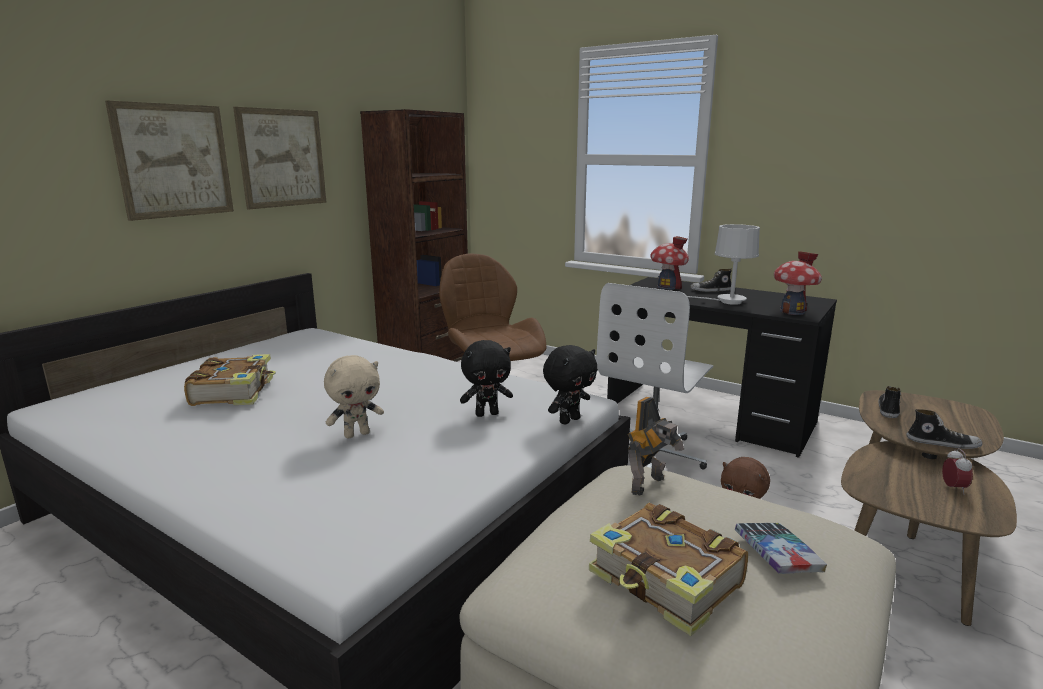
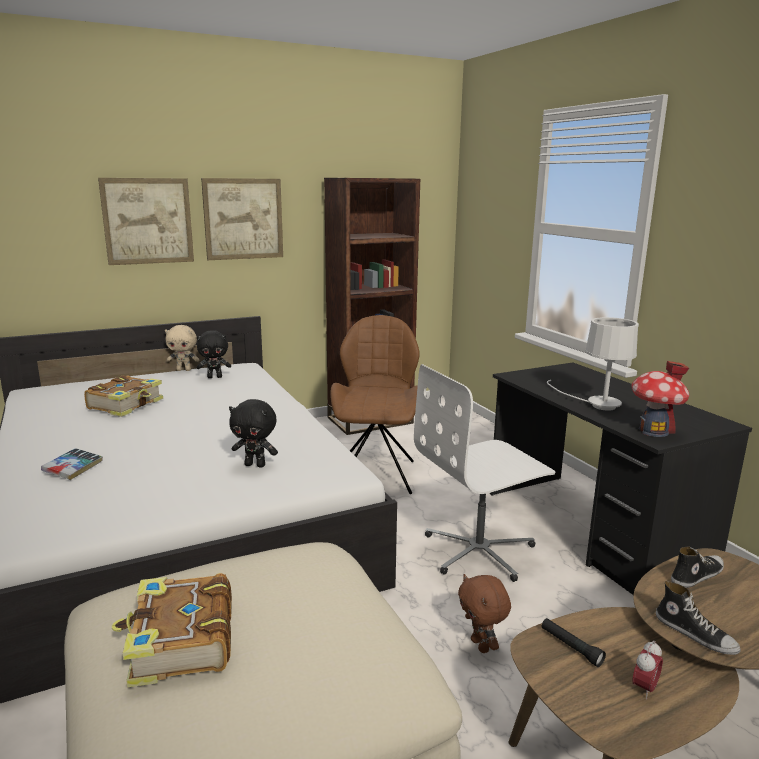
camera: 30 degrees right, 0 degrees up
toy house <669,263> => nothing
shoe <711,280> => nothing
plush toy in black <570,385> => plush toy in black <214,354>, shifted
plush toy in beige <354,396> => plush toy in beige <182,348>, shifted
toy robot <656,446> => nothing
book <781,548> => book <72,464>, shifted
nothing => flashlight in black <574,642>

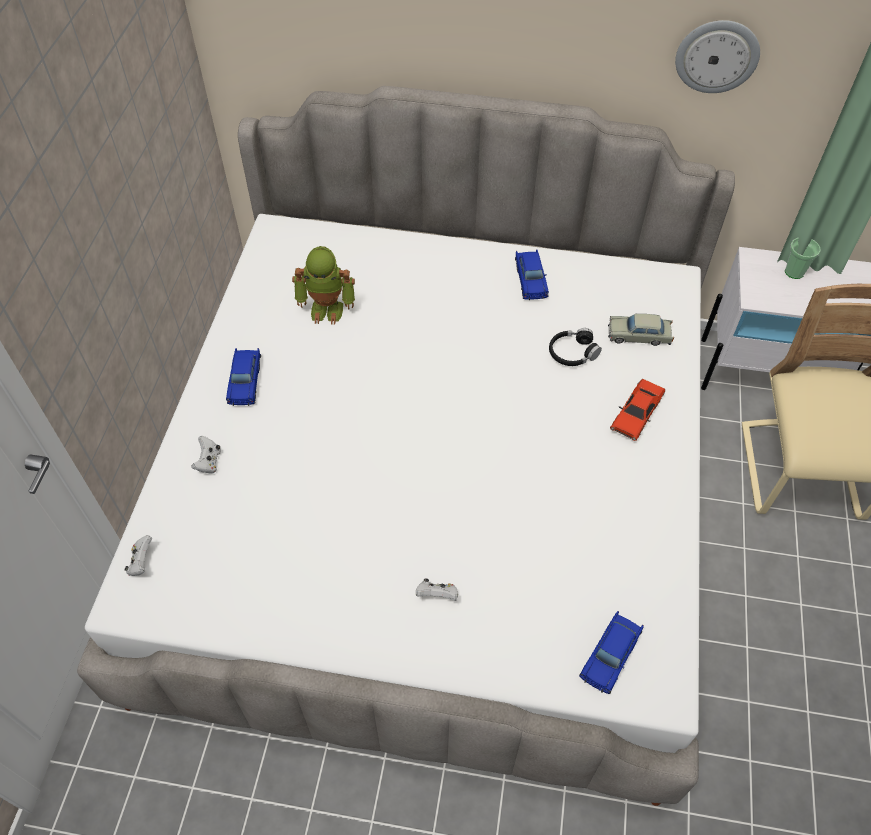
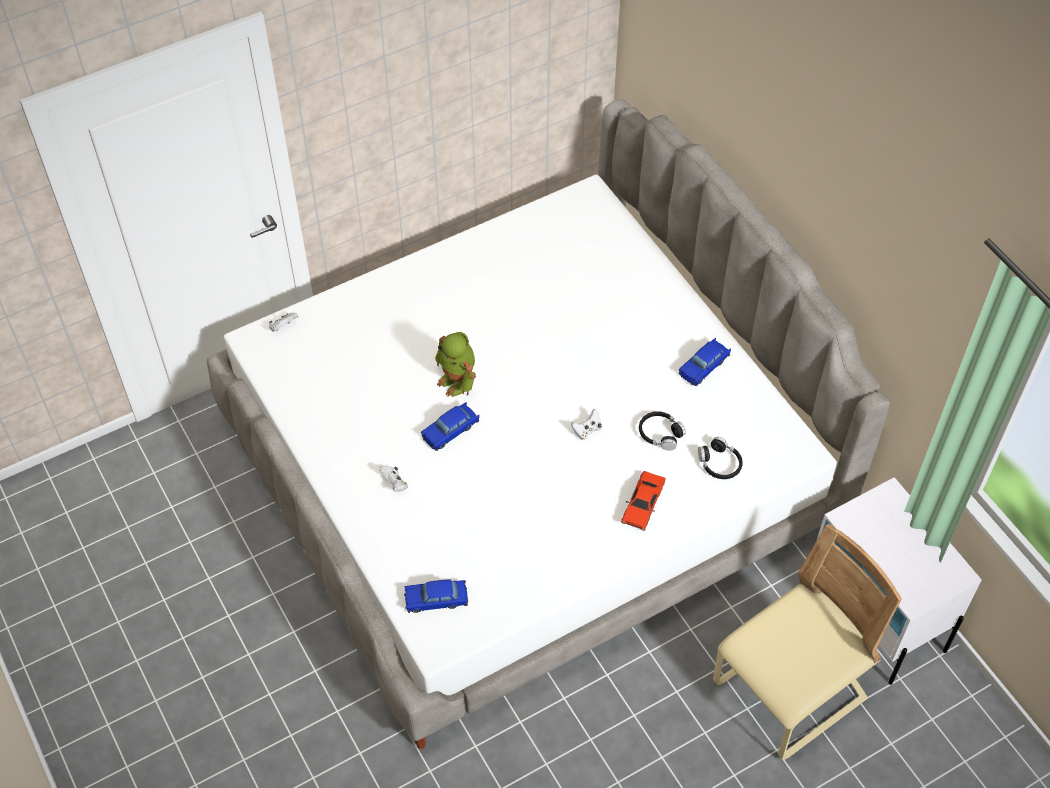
camera: 50 degrees right, 0 degrees up
wall clock <717,56> => nothing
cup <803,258> => nothing
toy robot <323,285> => toy robot <455,364>, shifted
toy car in beige <641,330> => headphones in black <720,458>
toy car in blue <243,377> => toy car in blue <450,426>, shifted
toy car in red <638,410> => toy car in red <643,501>, 60 degrees counterclockwise
game controller in white <206,454> => game controller in white <586,424>, shifted

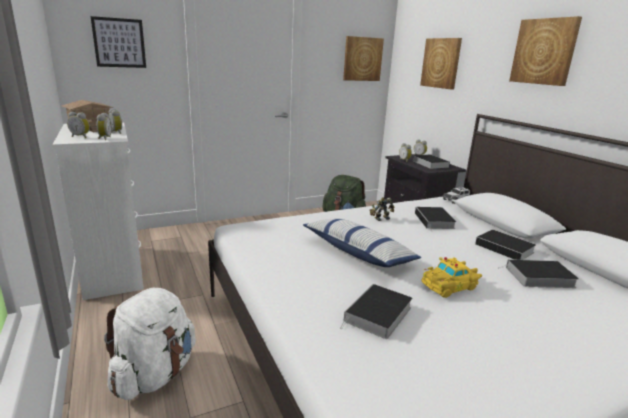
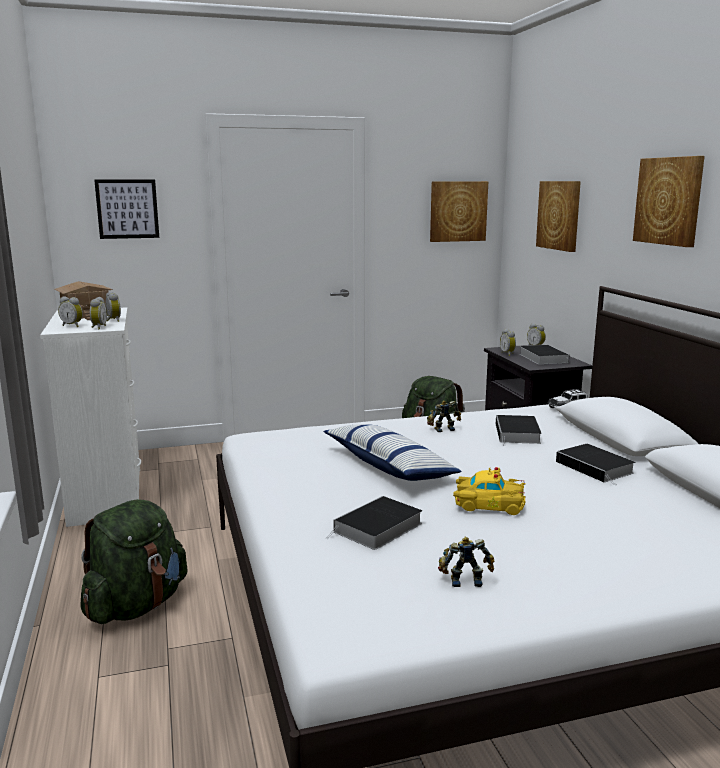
camera: 10 degrees right, 5 degrees down
toy car in yellow <451,277> => toy car in yellow <489,491>, 150 degrees counterclockwise
book <538,273> => nothing
backpack in white <150,344> => backpack in green <133,561>
nothing => toy robot <466,561>

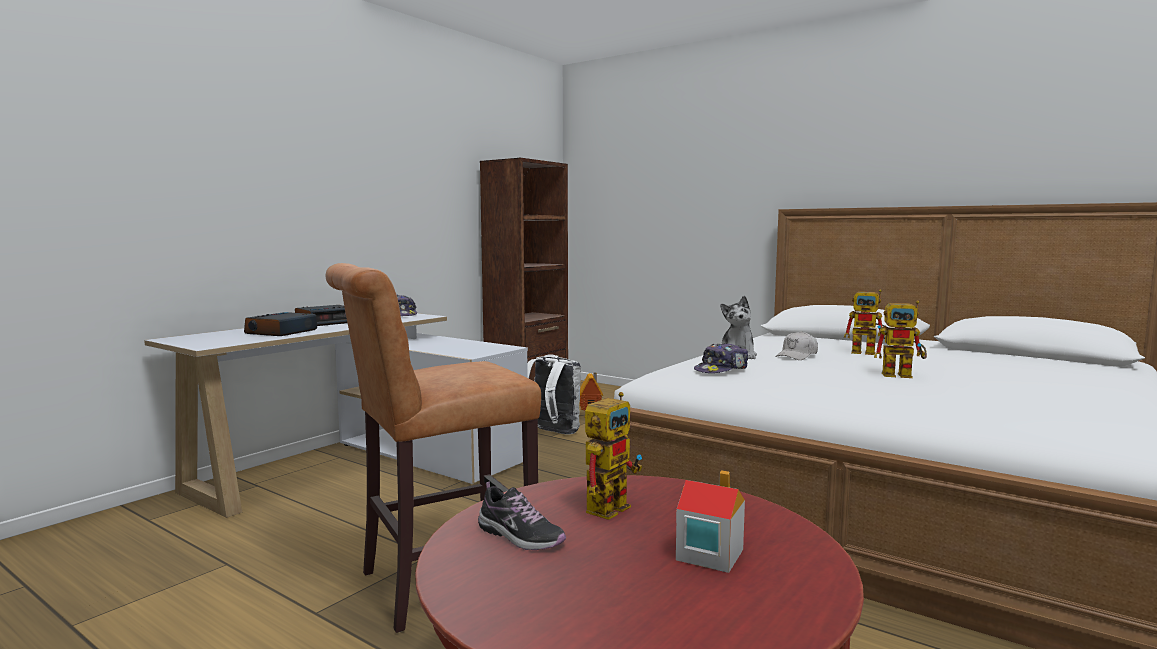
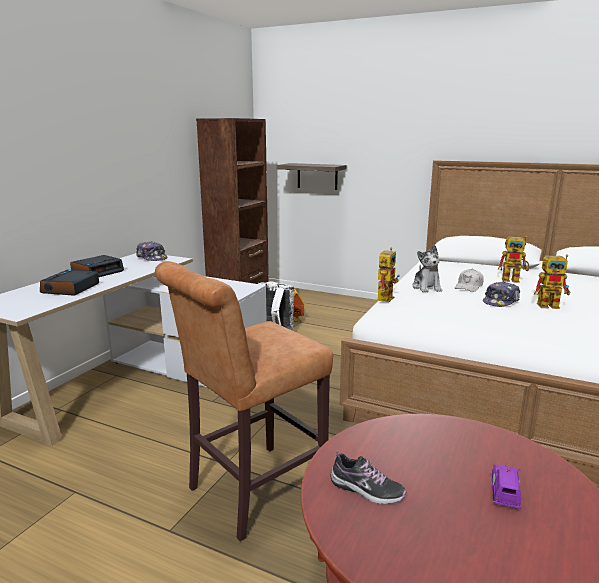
camera: 10 degrees left, 10 degrees up
cap <721,358> => cap <501,294>, shifted
toy robot <613,456> => toy robot <389,275>, shifted
toy house <710,521> => toy car in purple <506,486>
nothing => shelf <311,176>

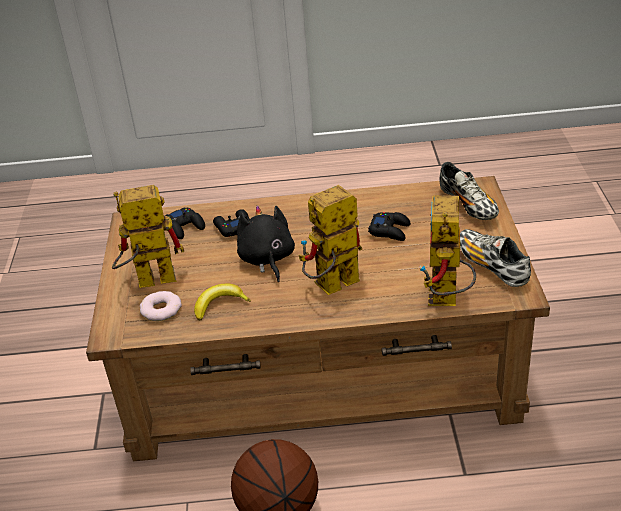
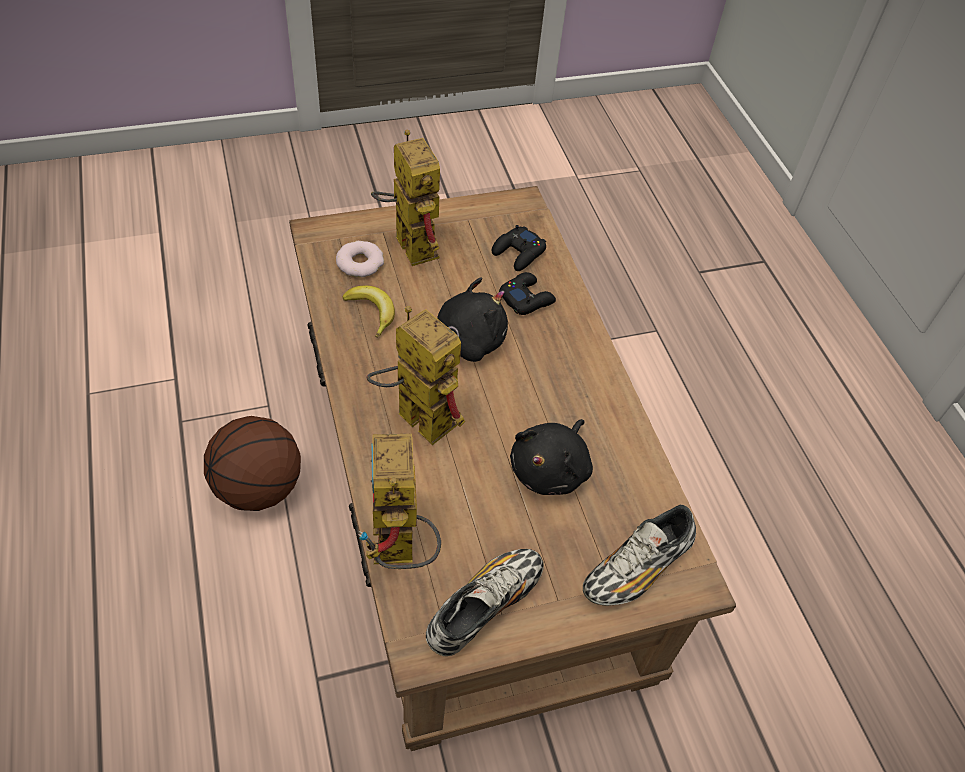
camera: 70 degrees right, 15 degrees up
toy robot <447,251> => toy robot <399,501>, 90 degrees counterclockwise
game controller in black <389,226> => plush toy in black <551,457>

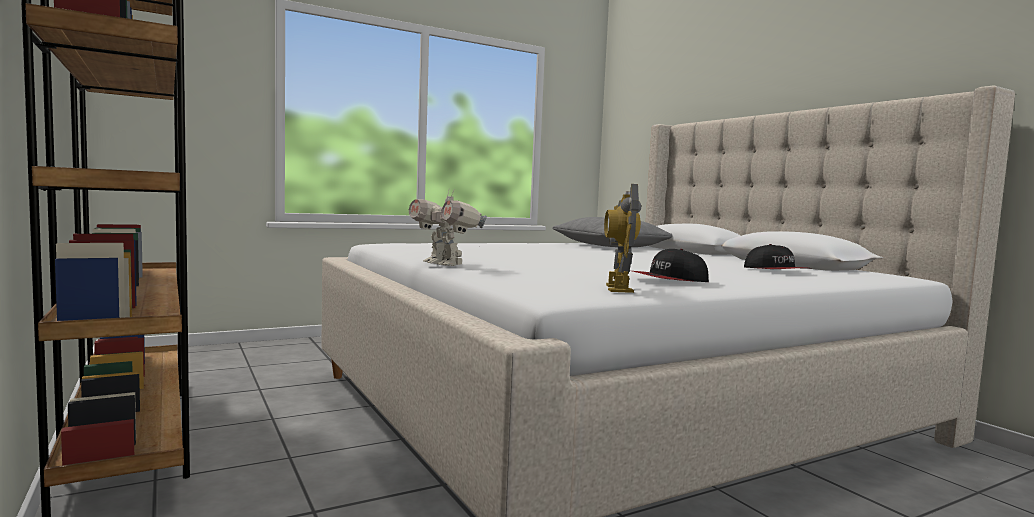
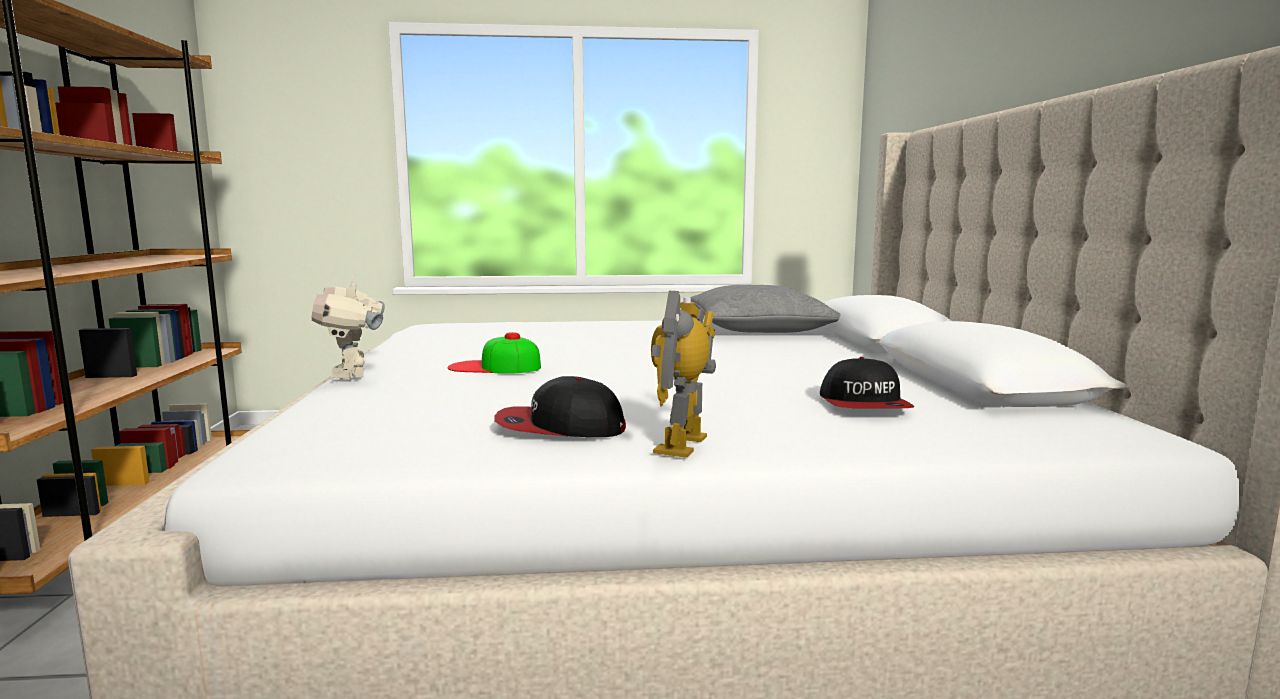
camera: 25 degrees right, 5 degrees up
toy robot <622,238> => toy robot <683,374>, shifted
nothing => cap <494,353>

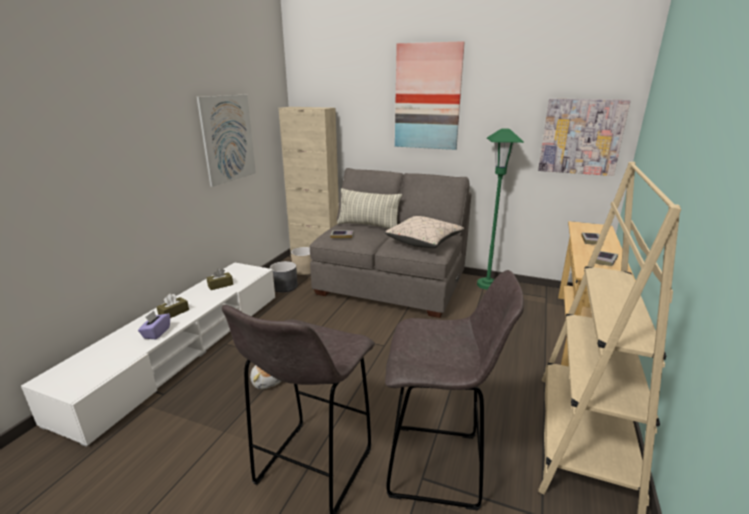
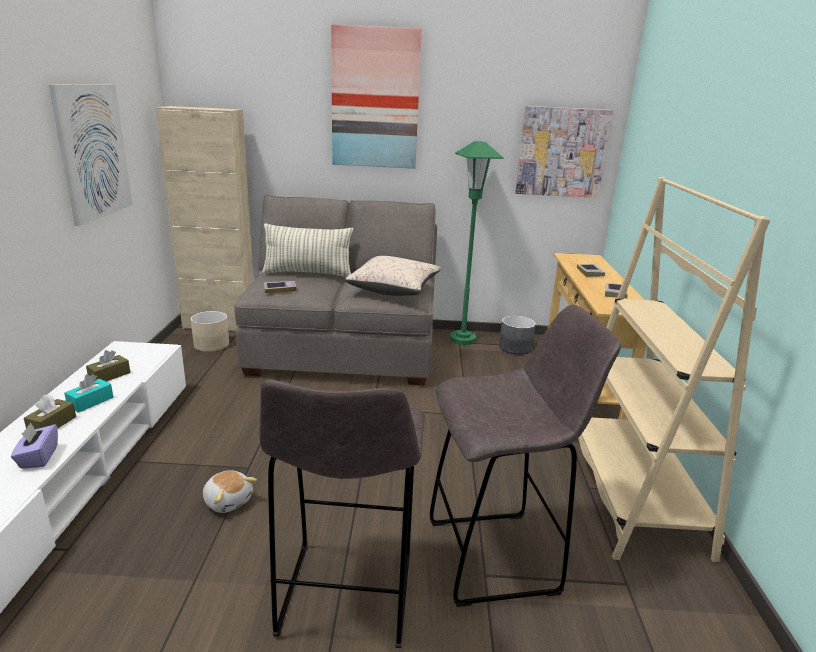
camera: 20 degrees left, 0 degrees up
planter in grey <284,276> => planter in grey <517,335>, shifted
nothing => tissue box in turquoise <88,393>

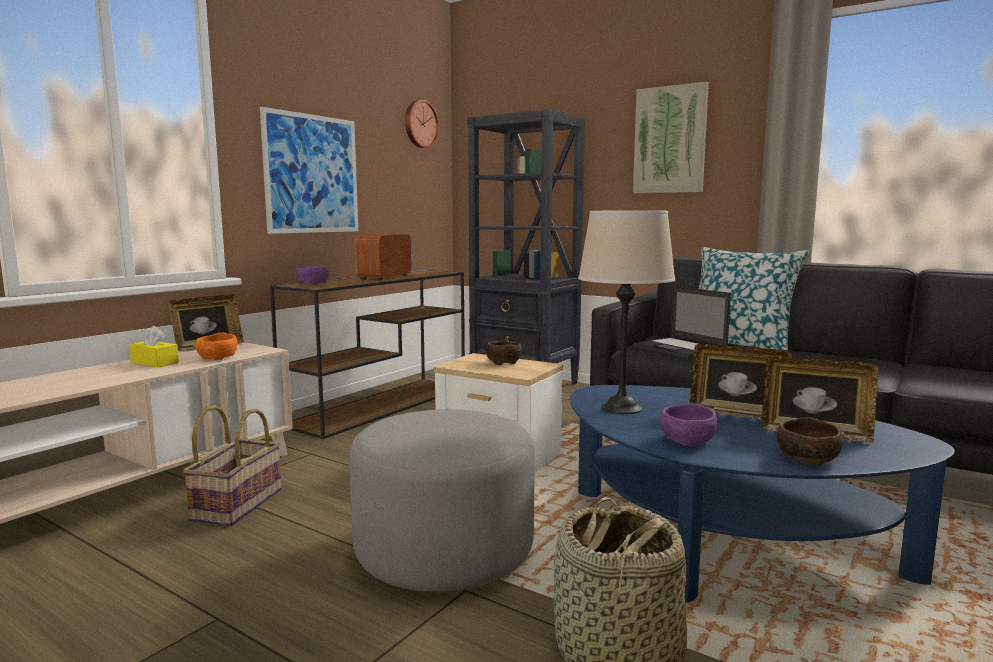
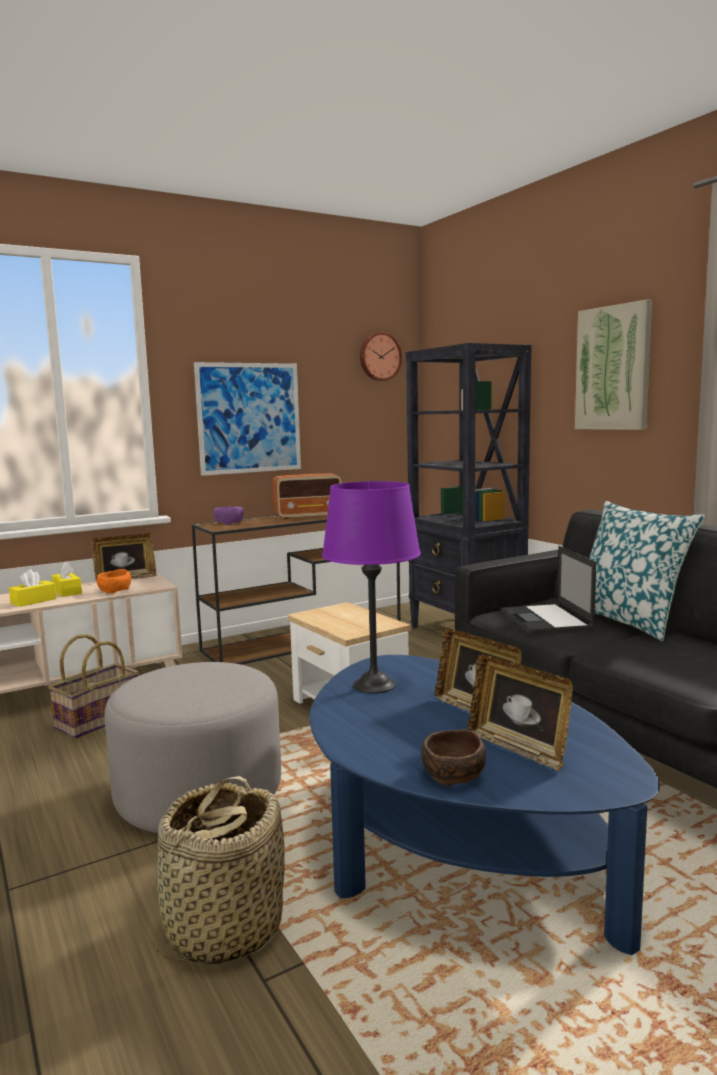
camera: 25 degrees right, 0 degrees up
table lamp in beige <626,312> => table lamp in purple <371,587>
radio <383,257> => radio <307,496>, 150 degrees counterclockwise
bowl in brown <504,353> => nothing
bowl in purple <688,424> => nothing
nothing => tissue box in yellow <33,588>

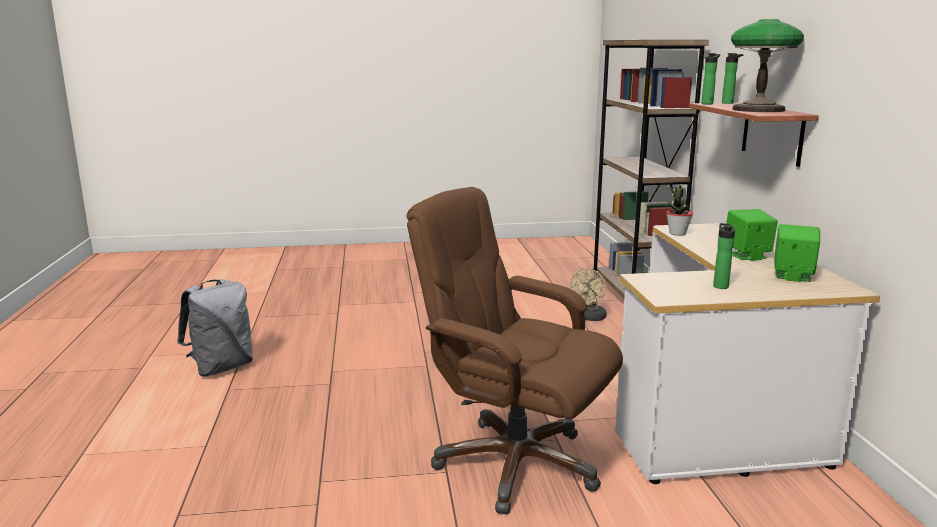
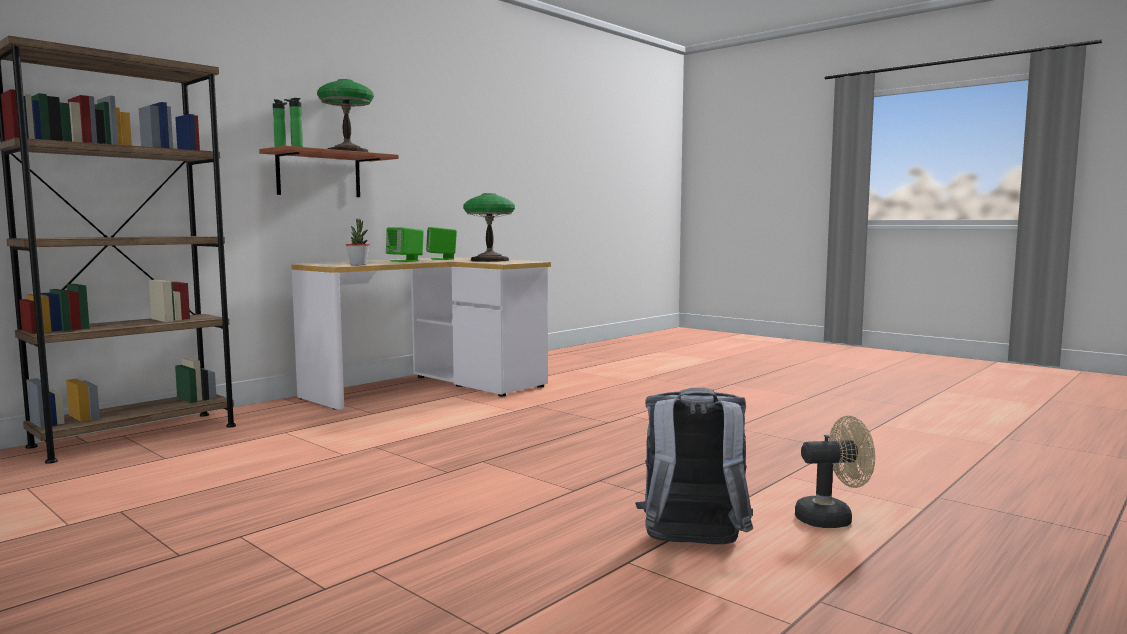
camera: 130 degrees left, 10 degrees down
office chair in brown <515,350> => nothing
bottle <724,256> => table lamp <489,227>
fan in beige <588,294> => fan in beige <835,472>, shifted

